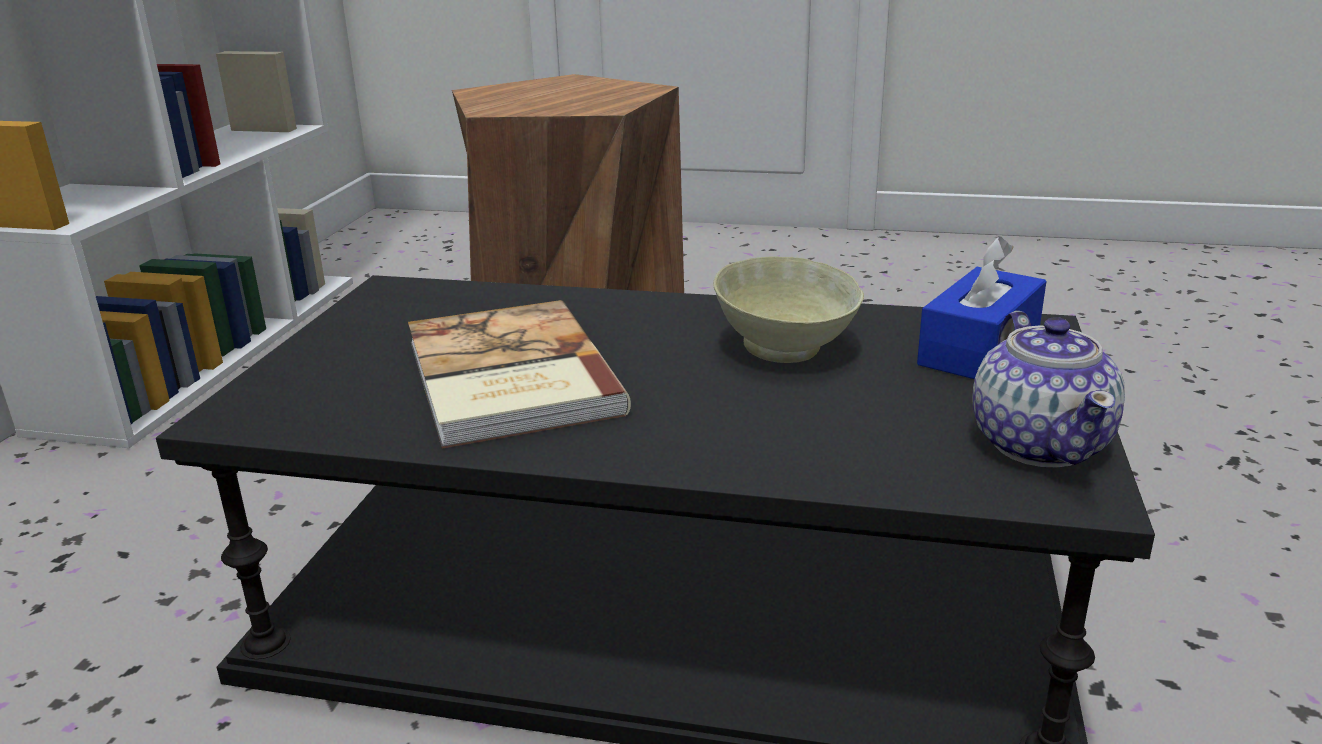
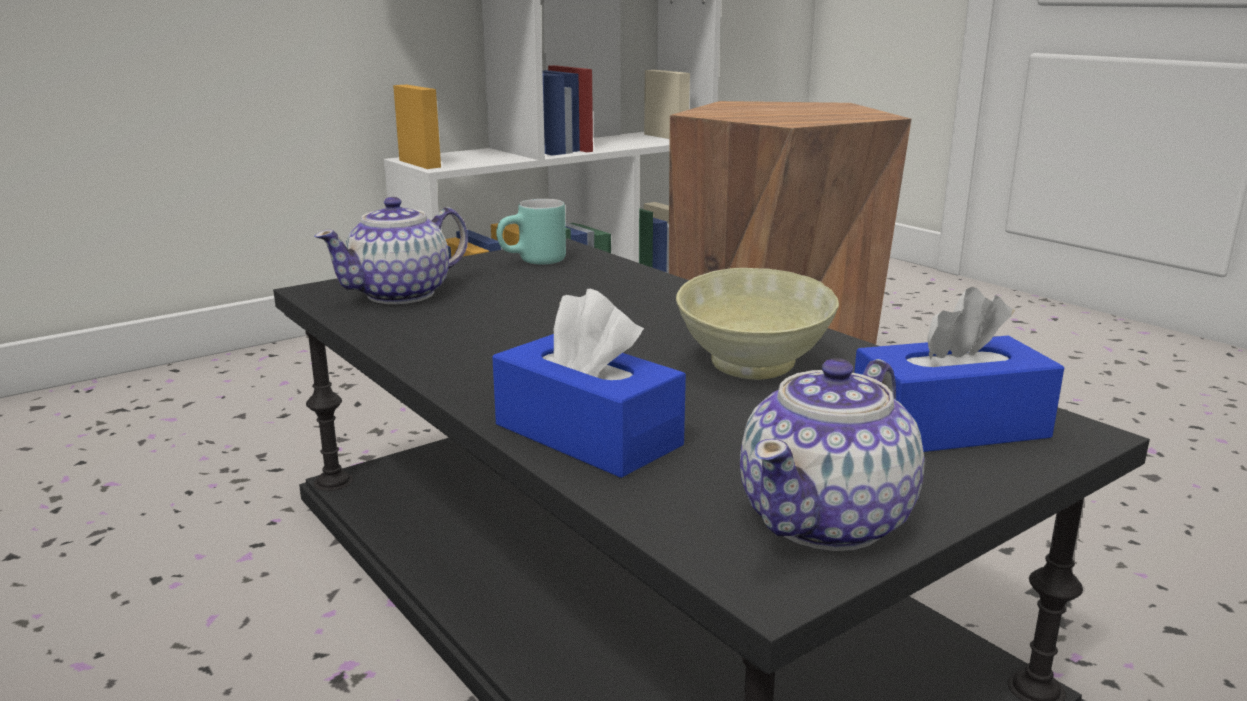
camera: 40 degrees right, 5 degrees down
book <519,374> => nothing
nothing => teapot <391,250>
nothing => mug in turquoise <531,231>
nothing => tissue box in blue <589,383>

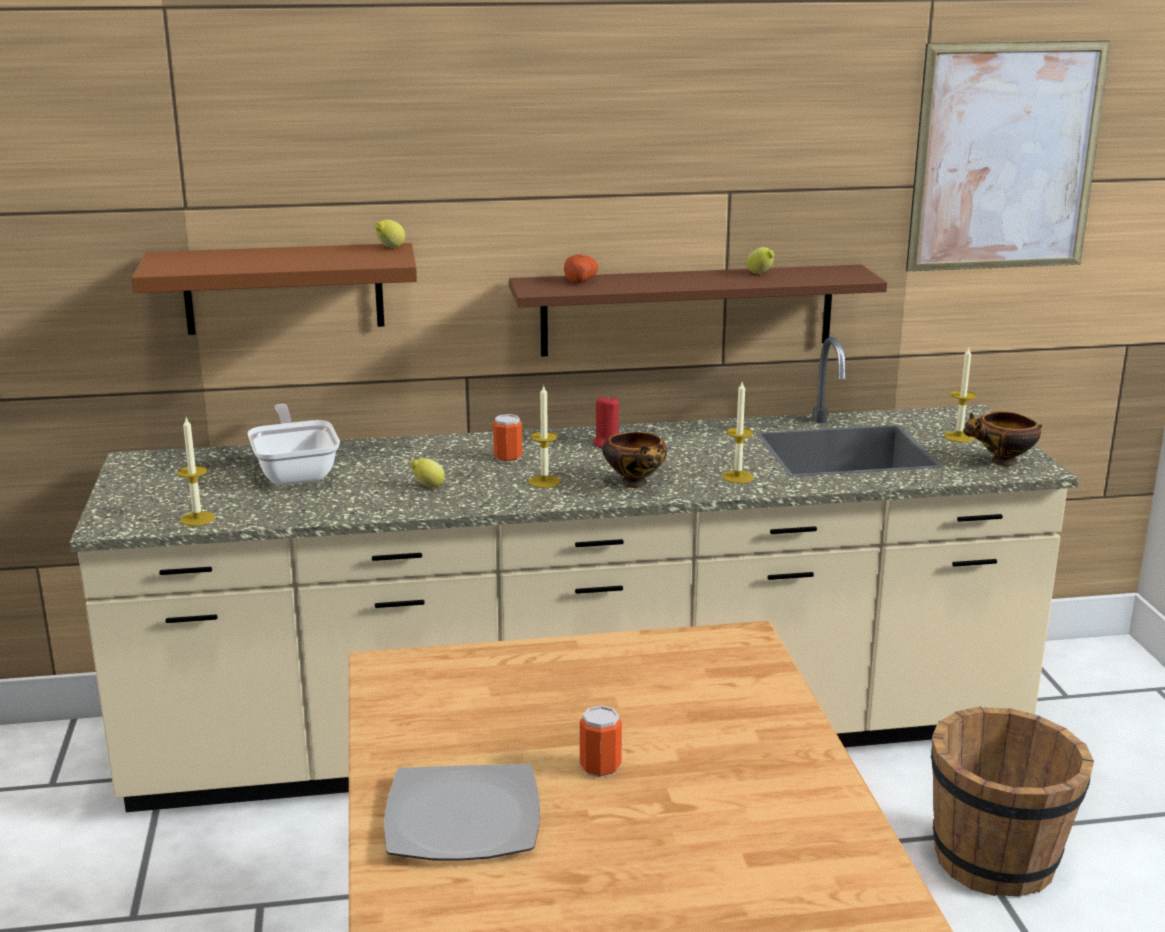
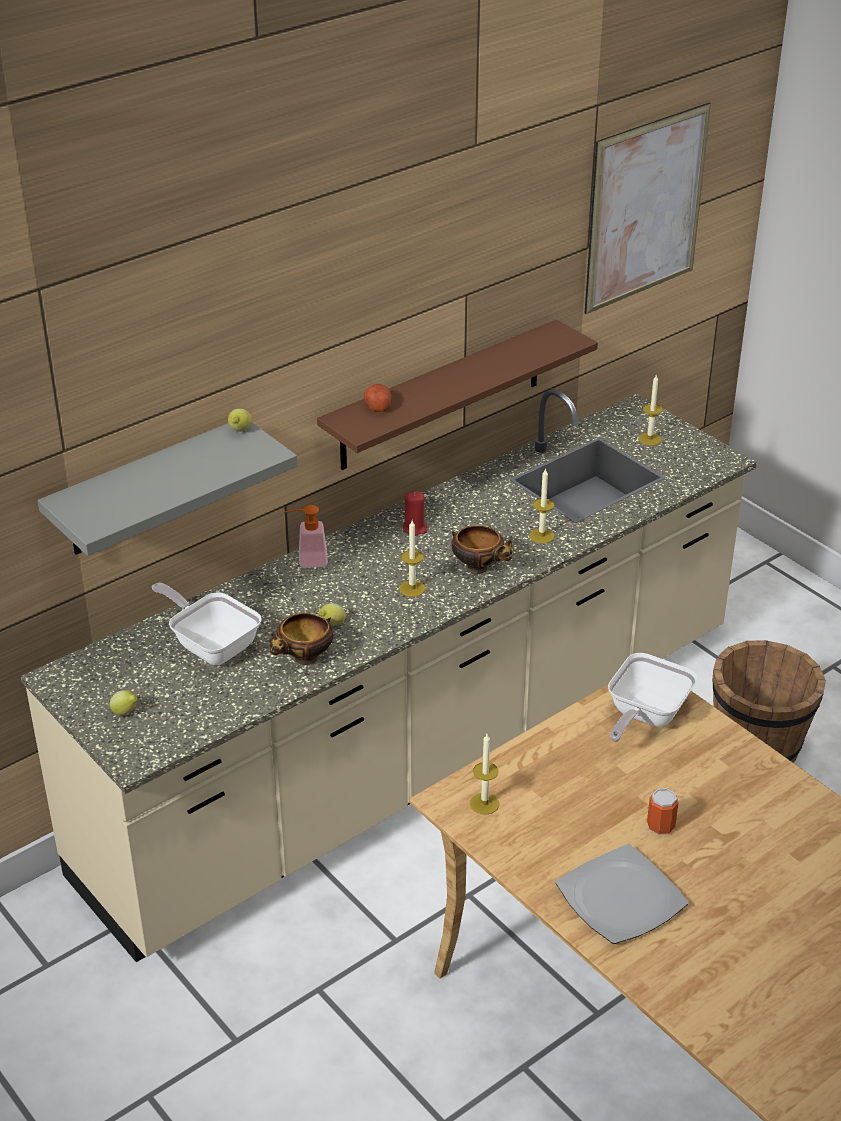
camera: 30 degrees left, 15 degrees up
shelf in brown <274,289> => shelf in grey <168,489>
lemon <760,260> => lemon <123,702>, shifted
bowl <1002,438> => bowl <301,639>, shifted
can <507,438> => nothing
candle <196,472> => candle <484,774>, shifted
nothing => soap dispenser <306,536>
nothing => frying pan <653,697>

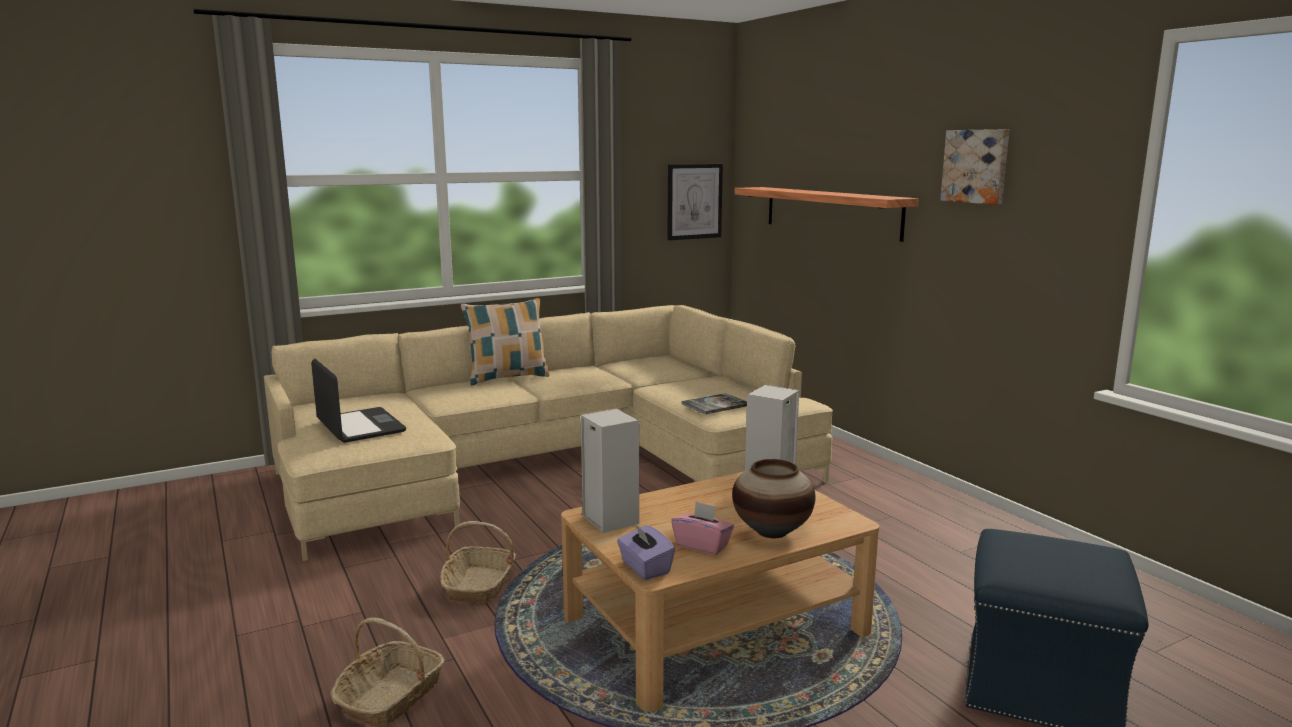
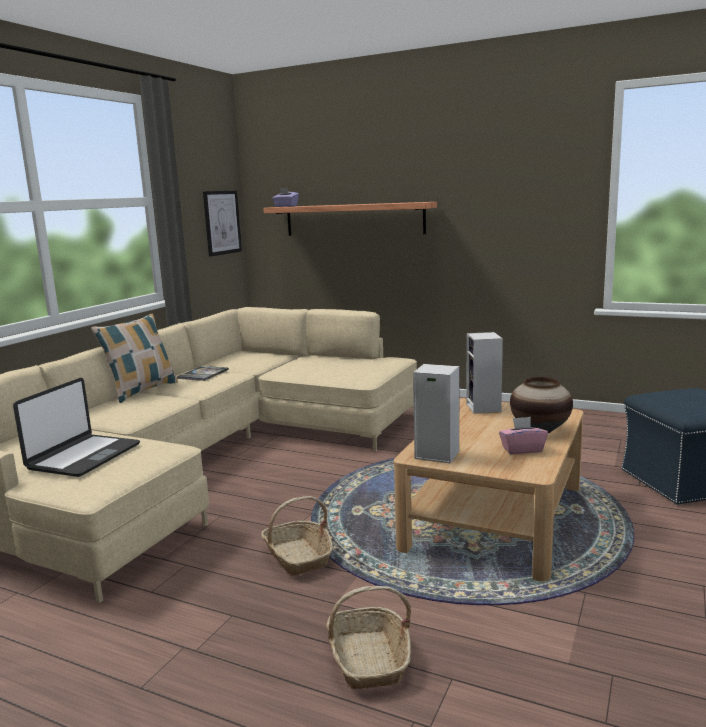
camera: 35 degrees left, 0 degrees up
picture <974,167> => nothing
laptop <358,401> => laptop <76,427>, 90 degrees clockwise
book <714,403> => book <203,373>, shifted
tissue box in purple <646,551> => tissue box in purple <285,197>, shifted

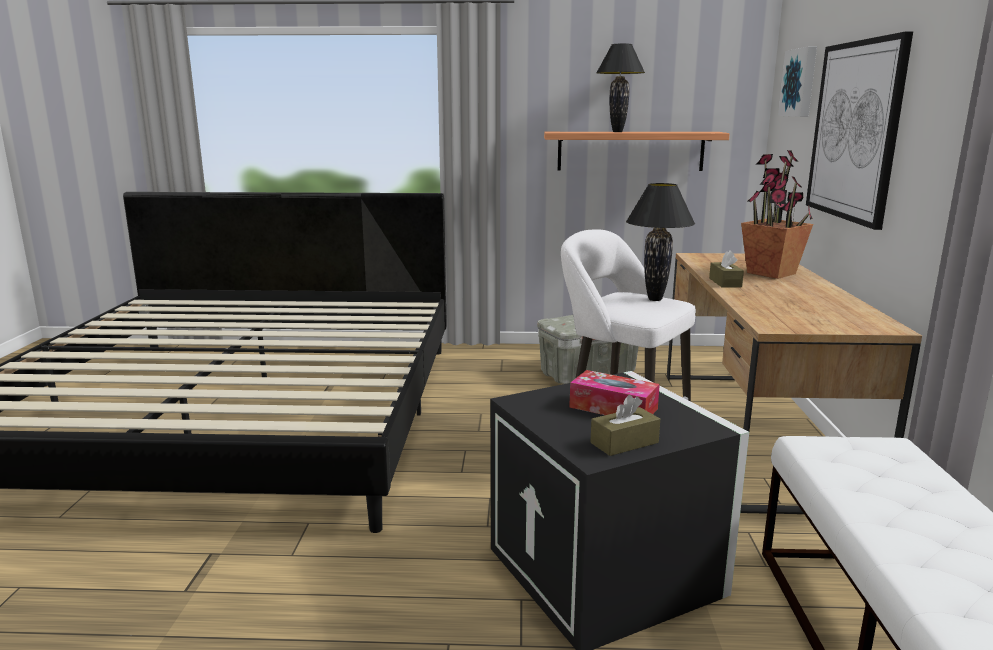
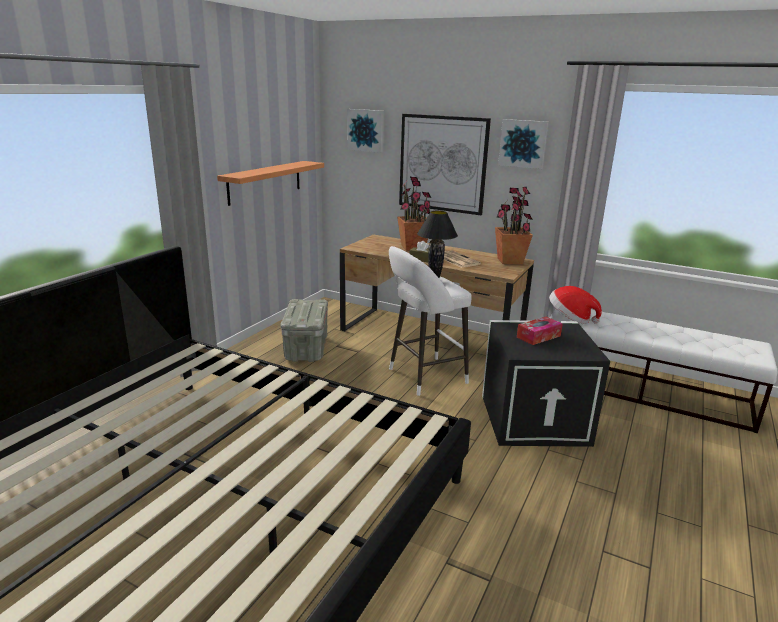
camera: 65 degrees left, 5 degrees up
table lamp in black <620,88> => nothing
tissue box in brown <625,425> => nothing
nothing => picture <523,144>
nothing => potted plant <514,225>
nothing => newspaper <462,259>
nothing => hat <575,305>

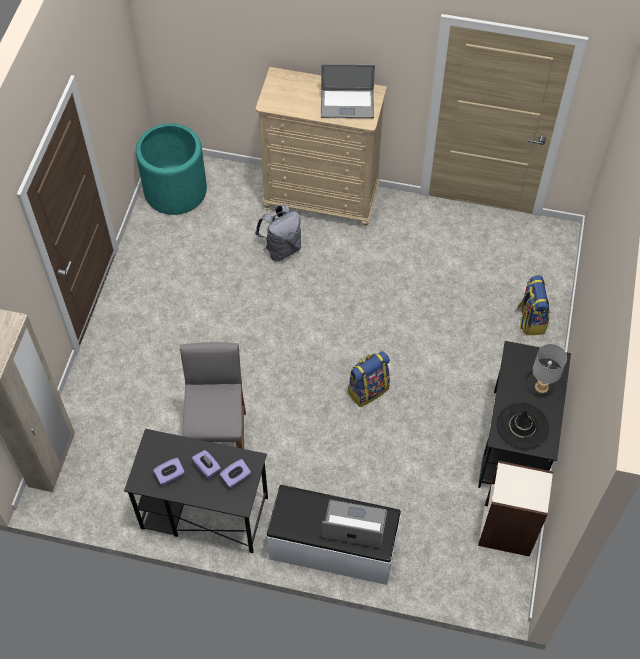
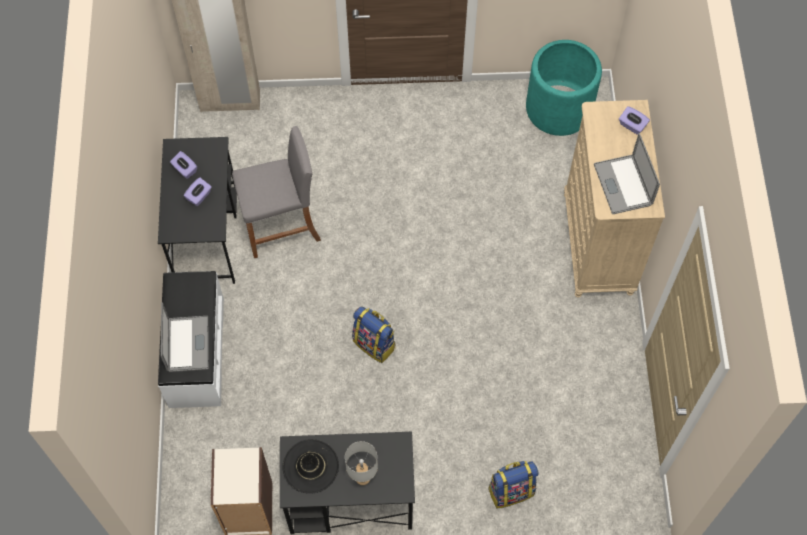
camera: 75 degrees right, 5 degrees up
backpack in grey <278,233> => nothing
tissue box in purple <235,473> => tissue box in purple <634,120>, shifted

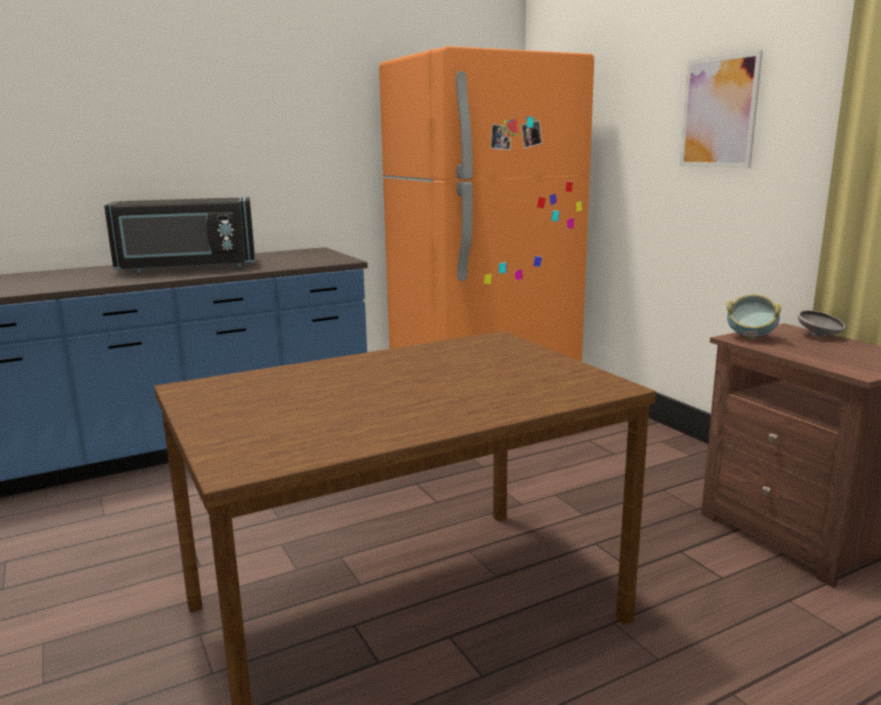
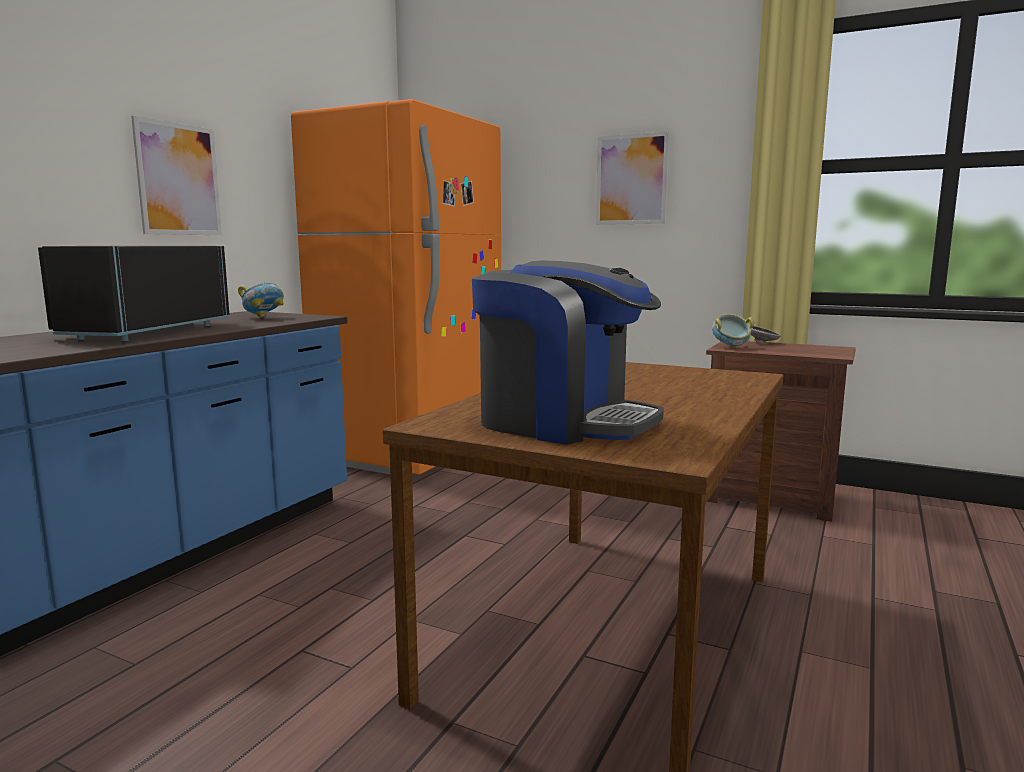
camera: 35 degrees left, 5 degrees down
microwave in black <179,235> => microwave in black <134,293>, 150 degrees clockwise
nothing => picture <176,175>
nothing => coffee machine <568,353>
nothing => bowl <261,300>

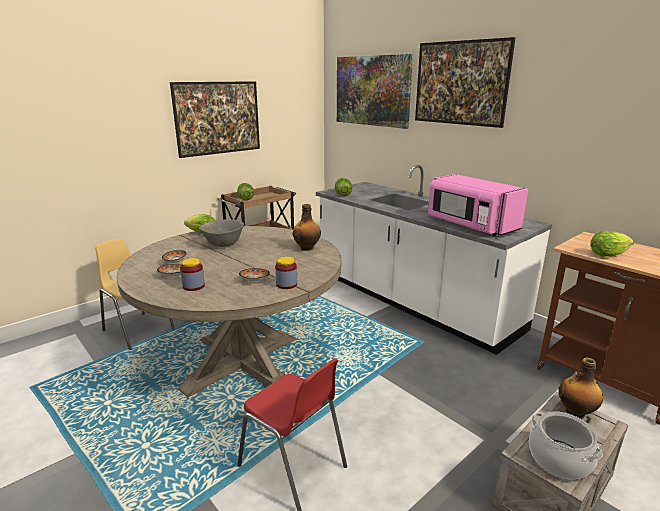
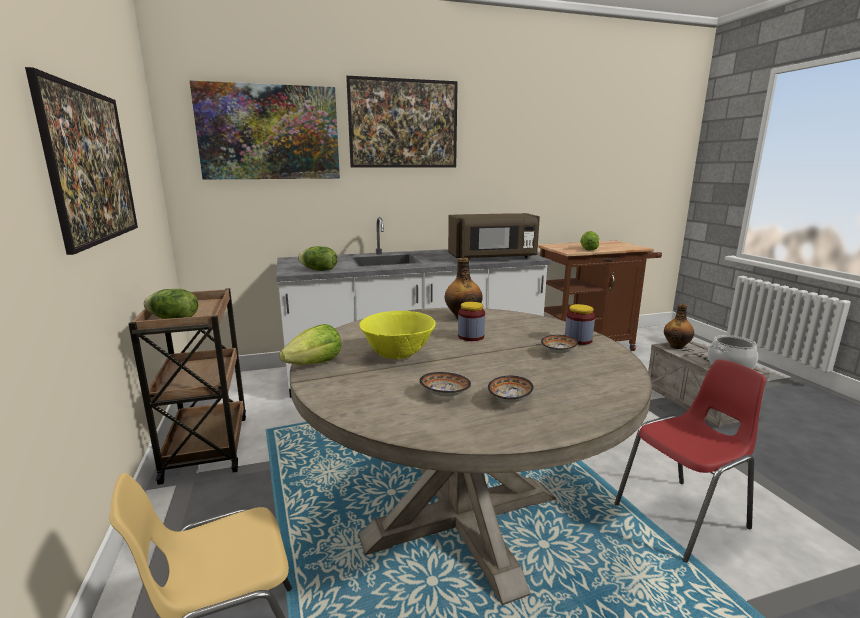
camera: 65 degrees left, 5 degrees down
microwave in pink <478,205> => microwave in brown <494,236>
bowl in grey <221,233> => bowl in yellow <397,335>
jar <192,274> => jar <471,321>, shifted

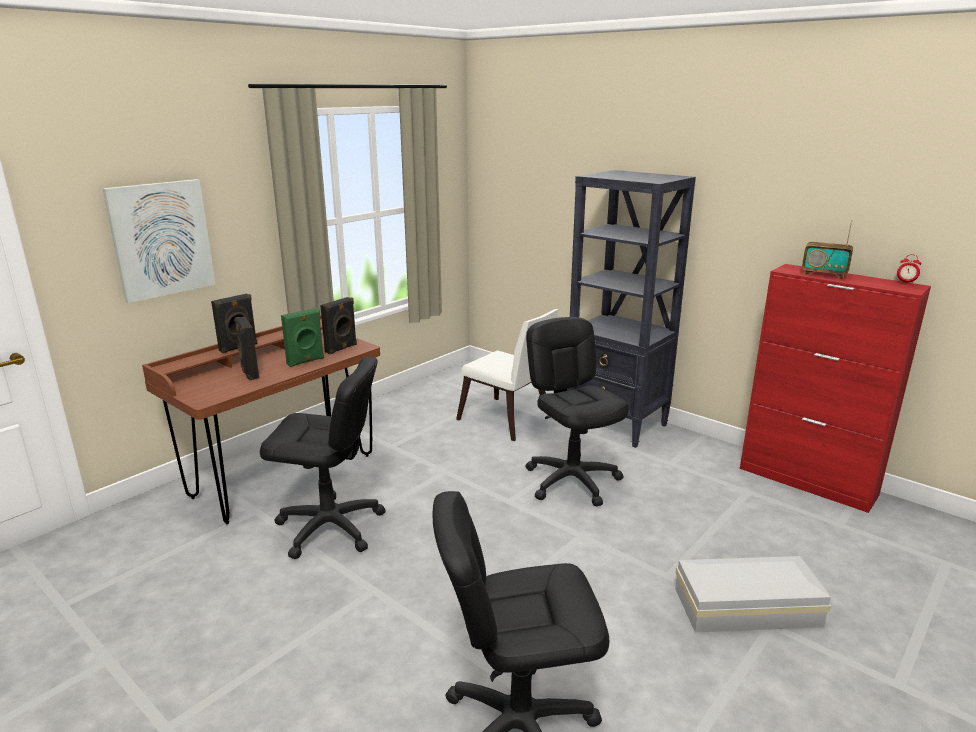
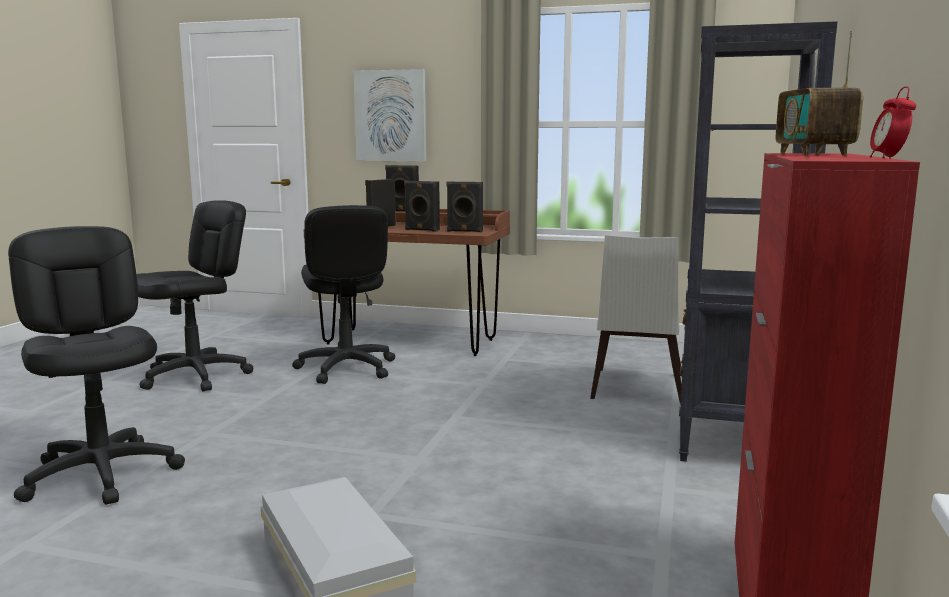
camera: 65 degrees right, 10 degrees down
speaker in green <302,337> => speaker in black <422,206>
office chair in black <577,411> => office chair in black <195,296>, shifted

